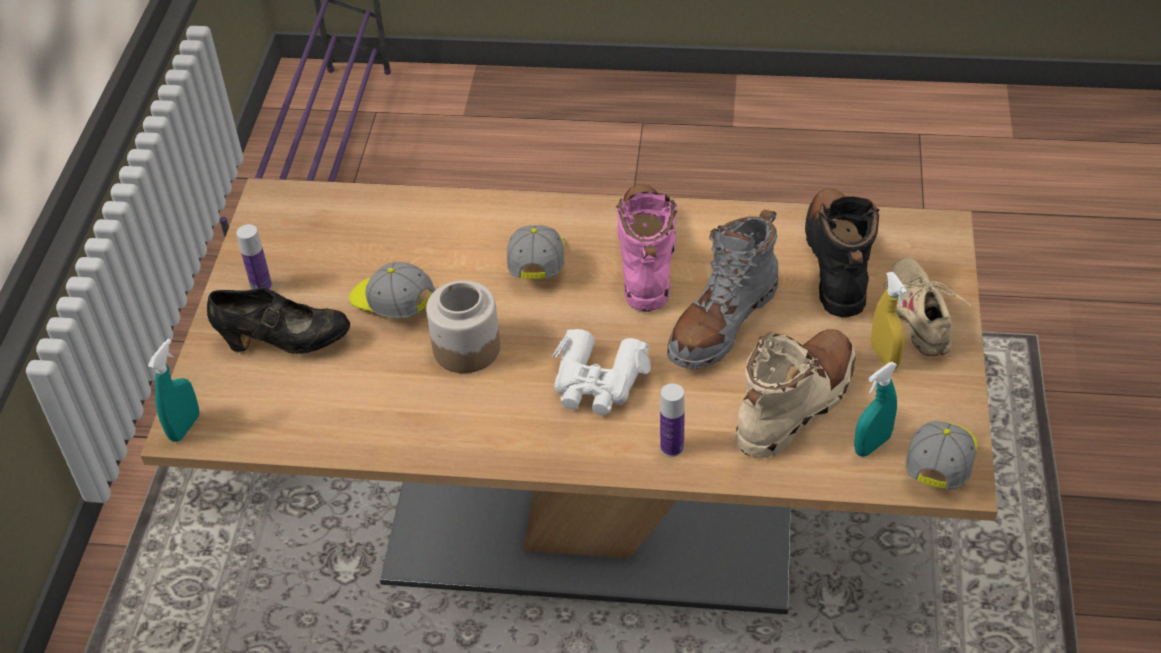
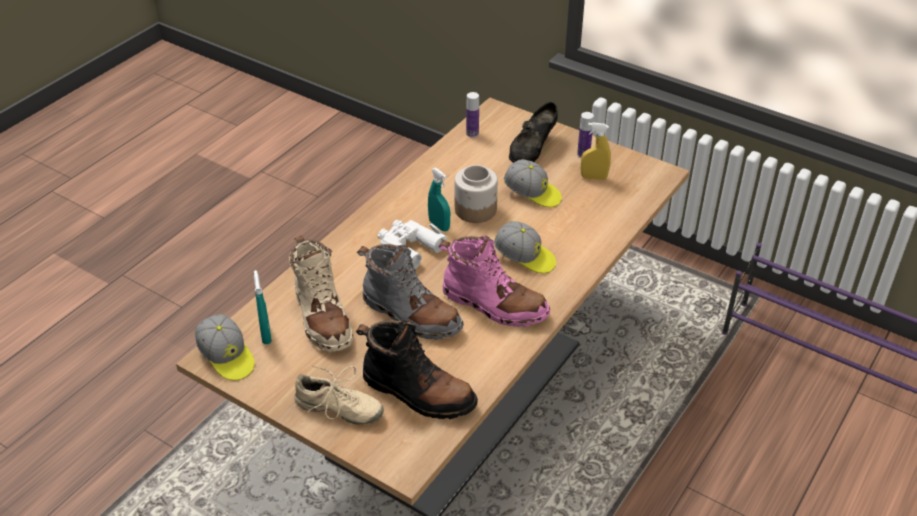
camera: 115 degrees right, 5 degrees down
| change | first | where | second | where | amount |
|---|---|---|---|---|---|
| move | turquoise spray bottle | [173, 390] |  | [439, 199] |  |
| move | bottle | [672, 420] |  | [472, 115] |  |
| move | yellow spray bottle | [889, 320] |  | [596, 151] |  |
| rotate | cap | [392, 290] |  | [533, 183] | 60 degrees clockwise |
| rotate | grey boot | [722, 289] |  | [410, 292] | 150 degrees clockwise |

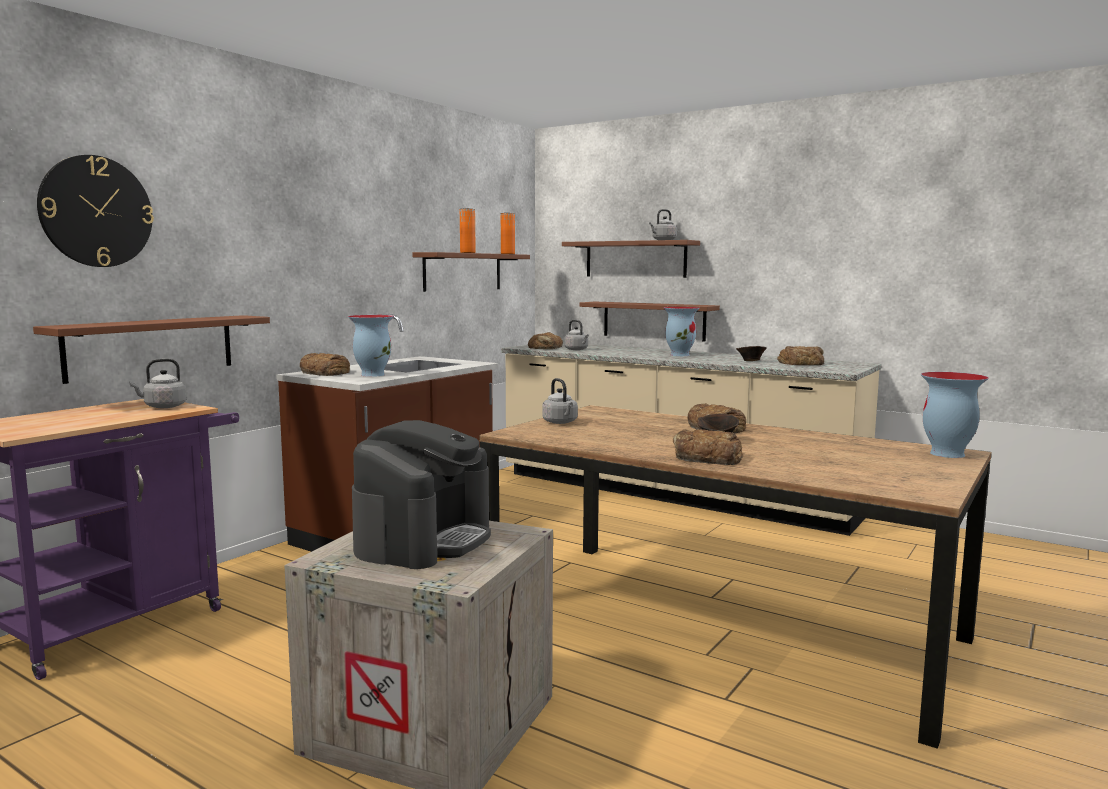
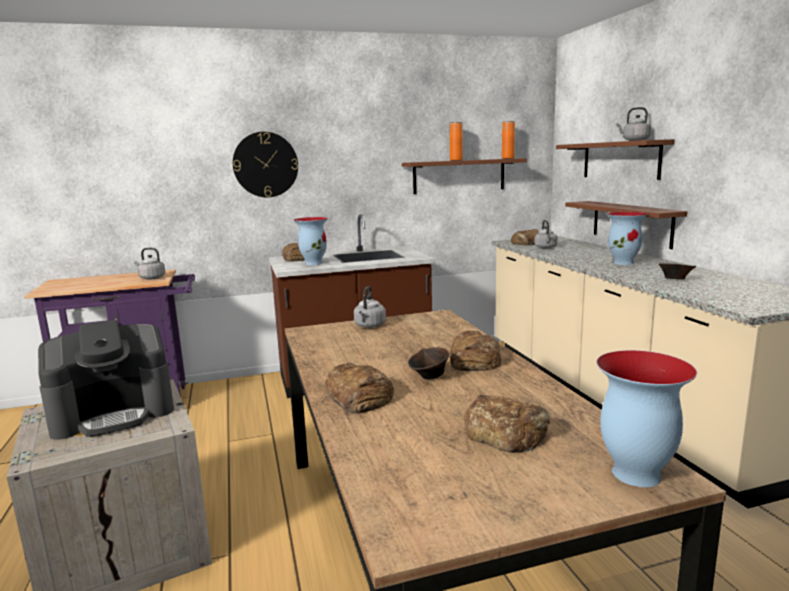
camera: 40 degrees right, 5 degrees up
| change | first | where | second | where | amount |
|---|---|---|---|---|---|
| delete | brown shelf | [151, 349] |  |  |  |
| move | wall clock | [95, 211] |  | [265, 164] |  |
| move | bread | [800, 355] |  | [507, 423] |  |

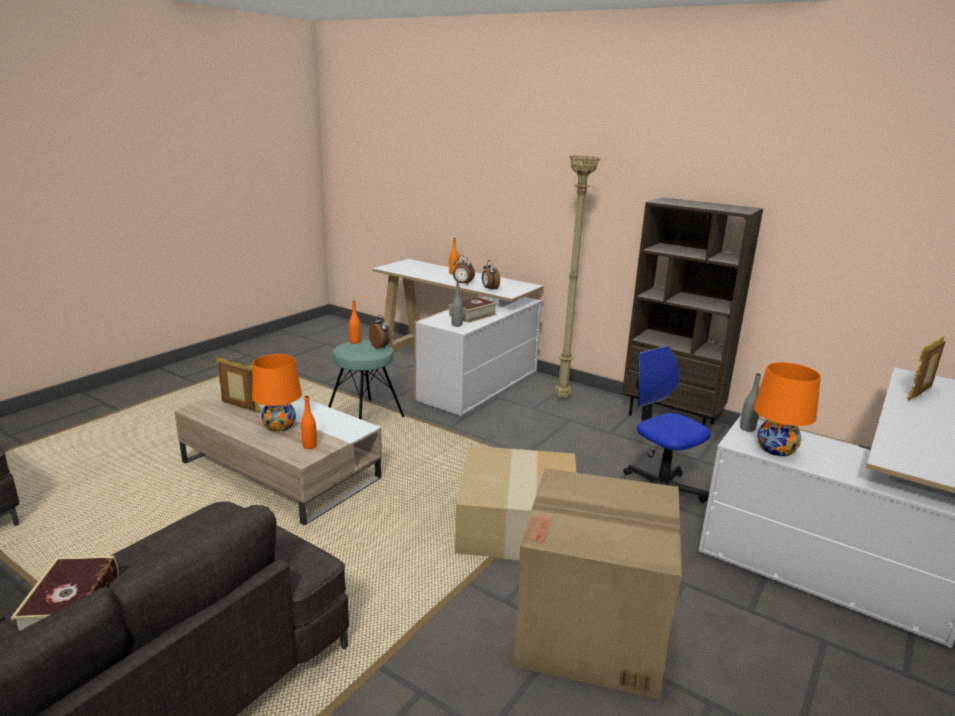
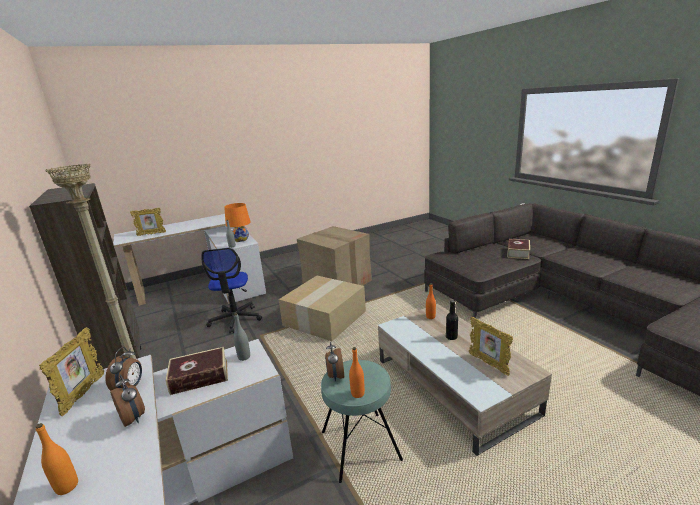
camera: 150 degrees left, 0 degrees up
| change | first | where | second | where | amount |
|---|---|---|---|---|---|
| insert |  |  | picture frame | [71, 371] |  |
| replace | orange table lamp | [277, 393] | black bottle | [452, 320] |  |

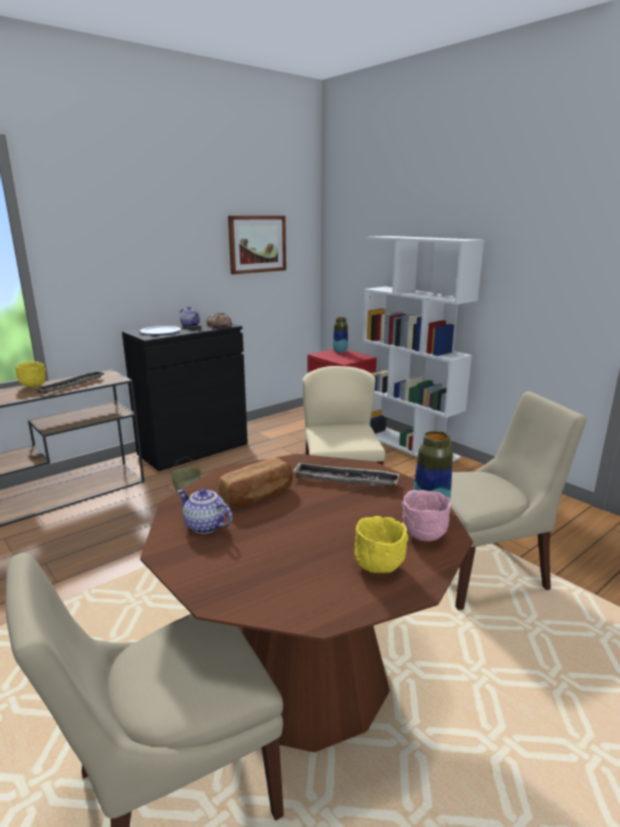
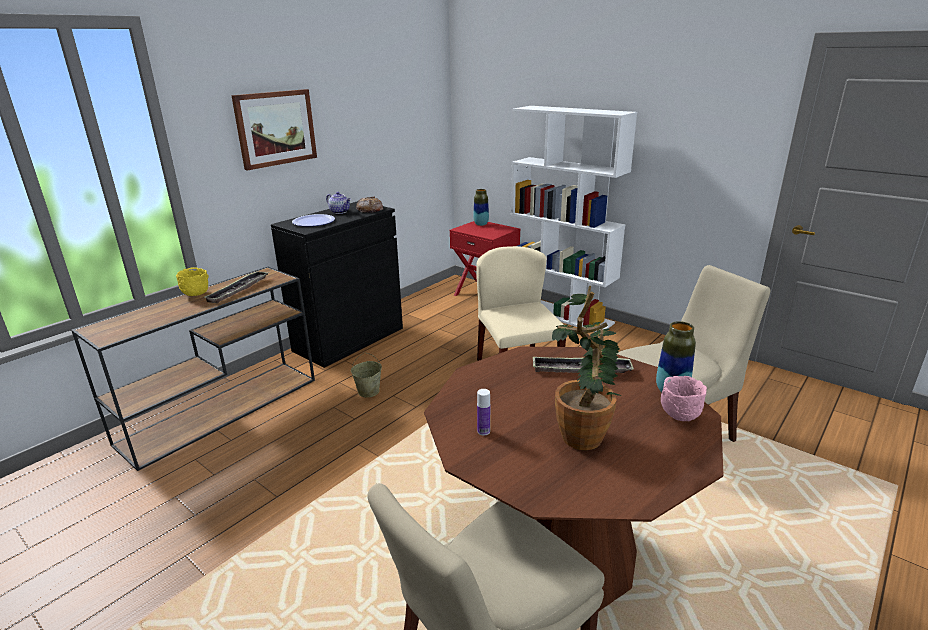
camera: 10 degrees left, 5 degrees up
| change | first | where | second | where | amount |
|---|---|---|---|---|---|
| delete | bread | [256, 483] |  |  |  |
| delete | yellow bowl | [381, 544] |  |  |  |
| insert |  |  | potted plant | [587, 368] |  |
| move | picture | [257, 245] |  | [274, 129] |  |
| replace | teapot | [205, 511] | bottle | [483, 412] |  |

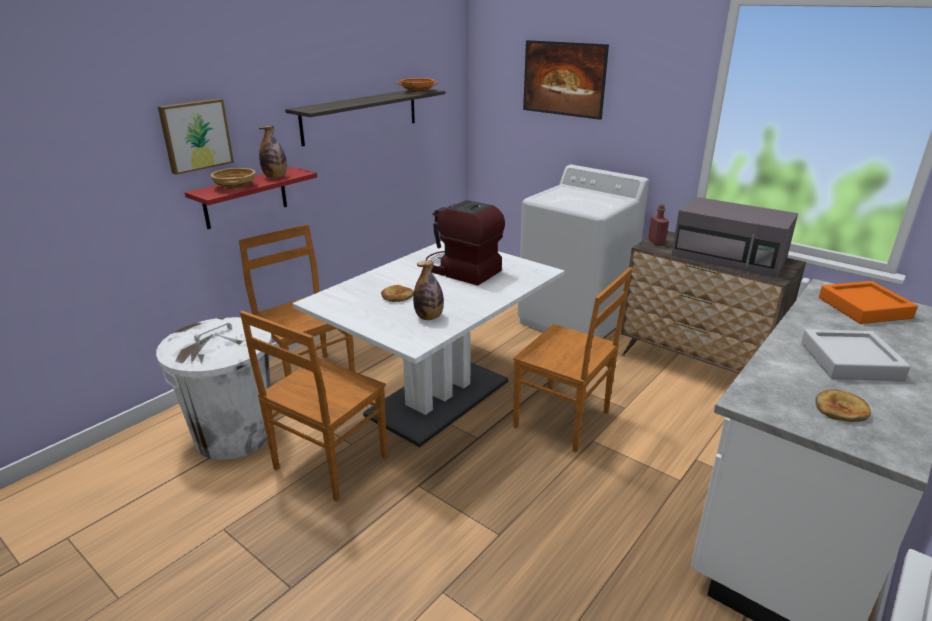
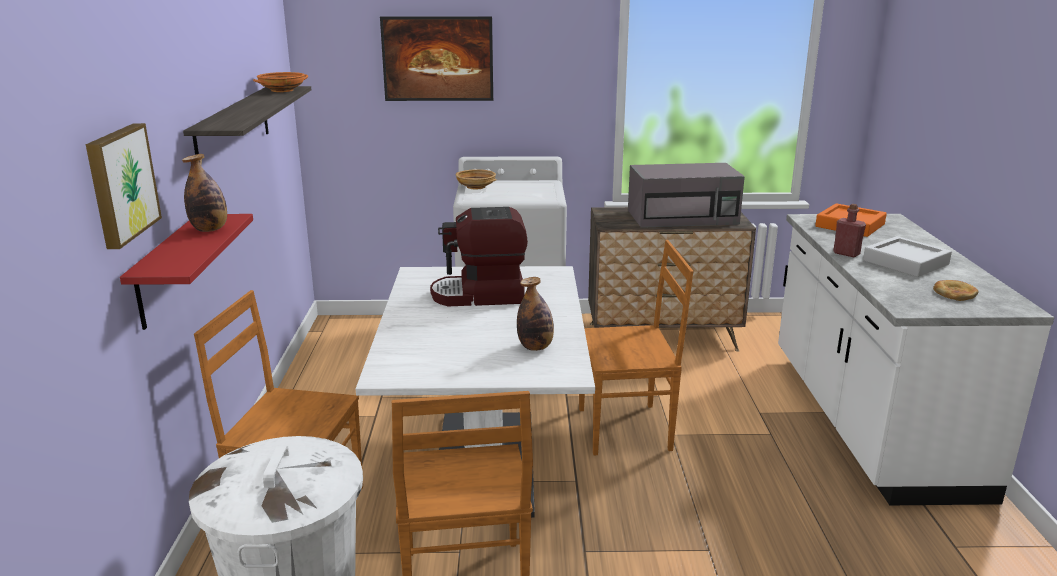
camera: 40 degrees left, 5 degrees down
| change | first | where | second | where | amount |
|---|---|---|---|---|---|
| delete | bread | [397, 293] |  |  |  |
| move | beige bowl | [233, 179] |  | [476, 179] |  |
| move | red bottle | [658, 225] |  | [849, 230] |  |

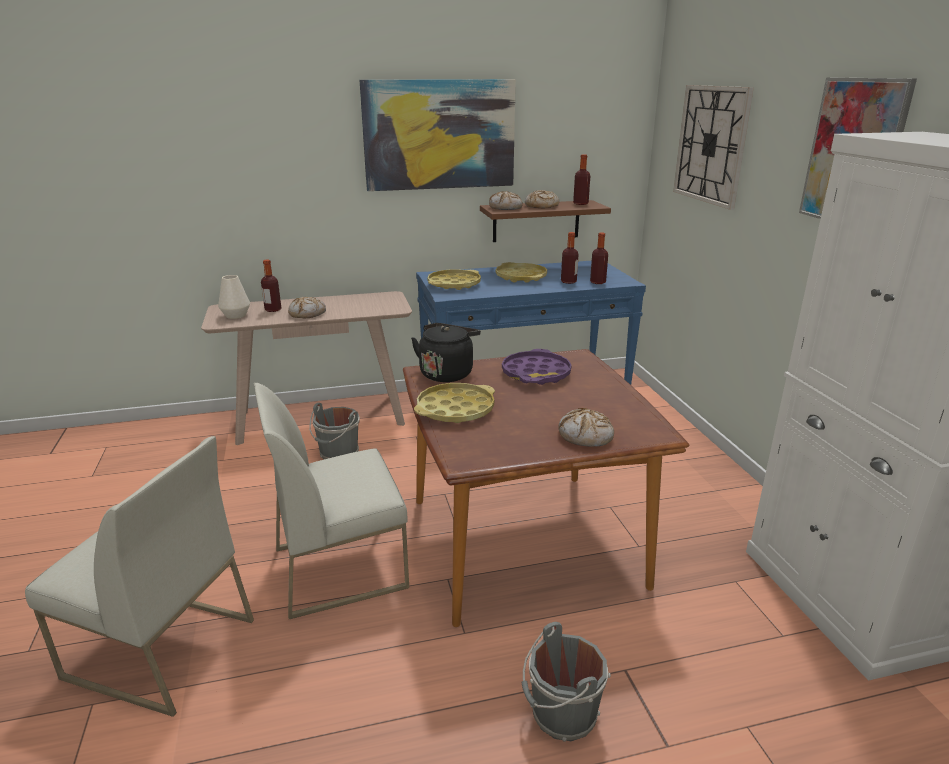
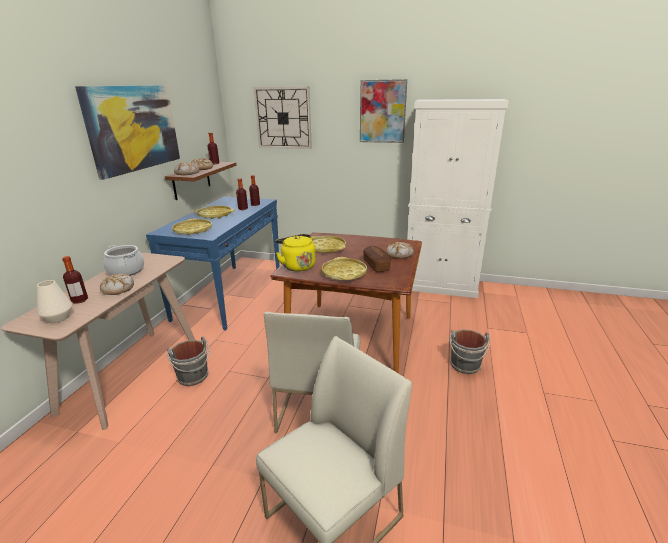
camera: 60 degrees left, 0 degrees up
| change | first | where | second | where | amount |
|---|---|---|---|---|---|
| insert |  |  | cooking pot | [123, 260] |  |
| insert |  |  | bread | [377, 259] |  |
| recolor | black kettle | [446, 352] | yellow kettle | [295, 252] |  |
| recolor | purple tray | [537, 367] | yellow tray | [328, 245] |  |

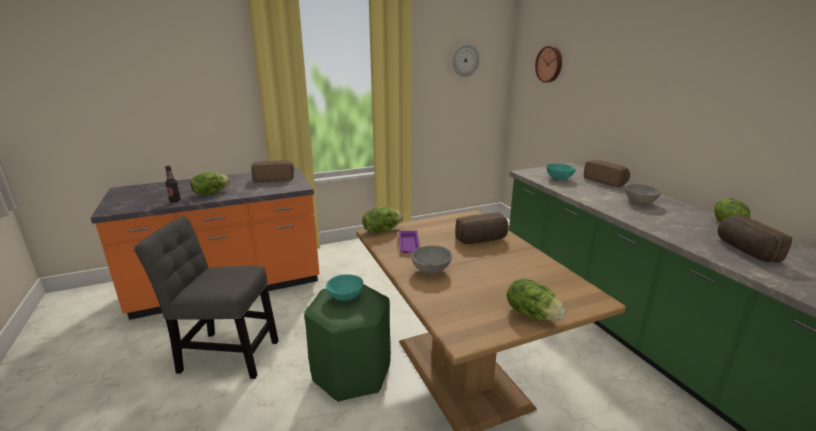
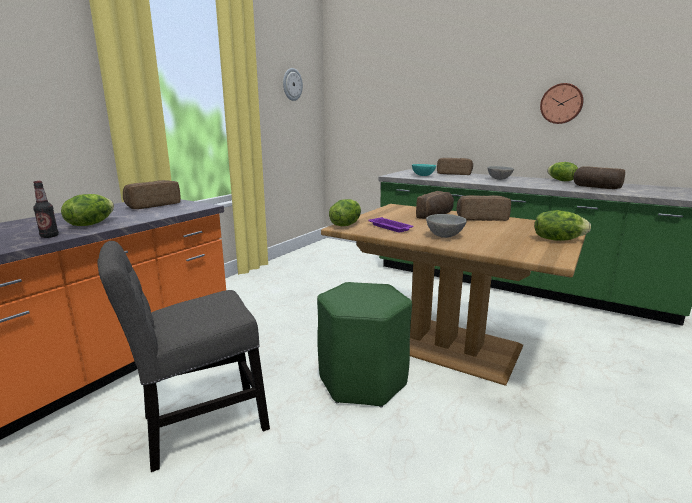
camera: 35 degrees left, 5 degrees down
| change | first | where | second | where | amount |
|---|---|---|---|---|---|
| delete | turquoise bowl | [344, 287] |  |  |  |
| insert |  |  | bread | [483, 208] |  |
| move | wall clock | [548, 64] |  | [562, 103] |  |

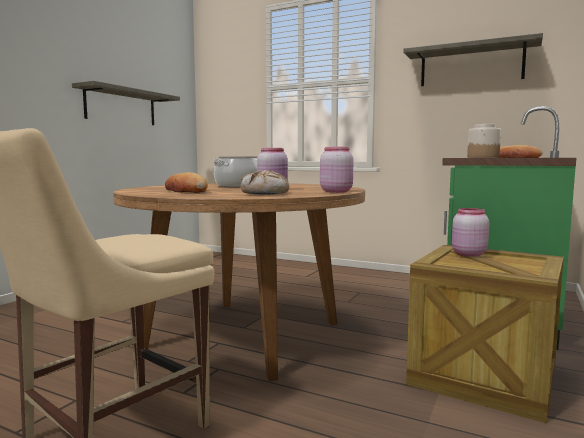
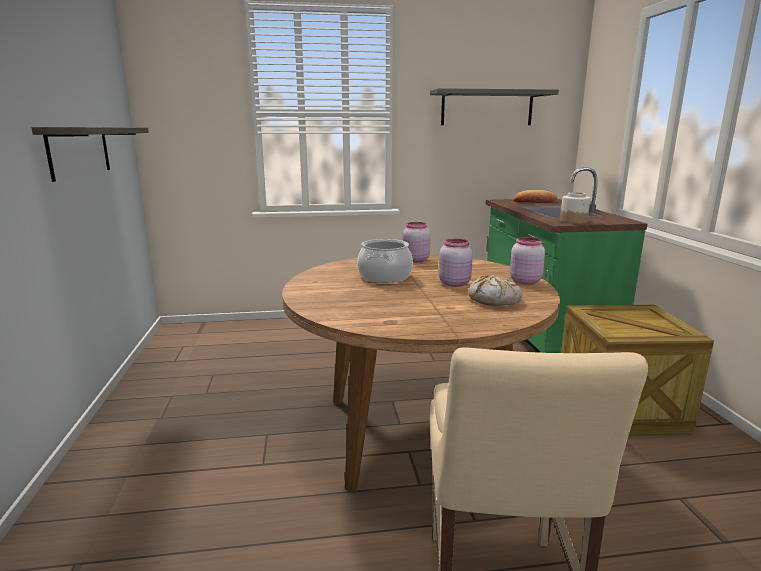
camera: 35 degrees left, 10 degrees up
| change | first | where | second | where | amount |
|---|---|---|---|---|---|
| delete | bread | [186, 182] |  |  |  |
| move | pink jar | [470, 232] |  | [417, 242] |  |

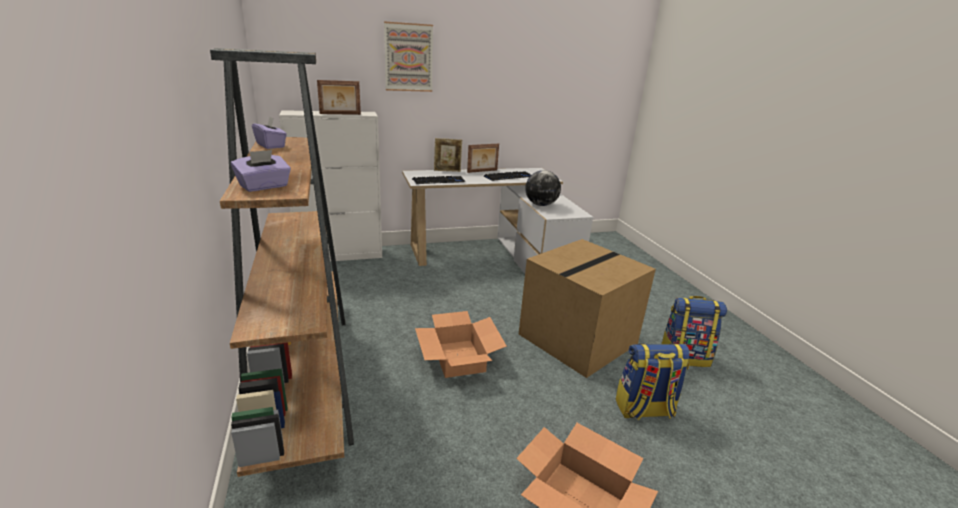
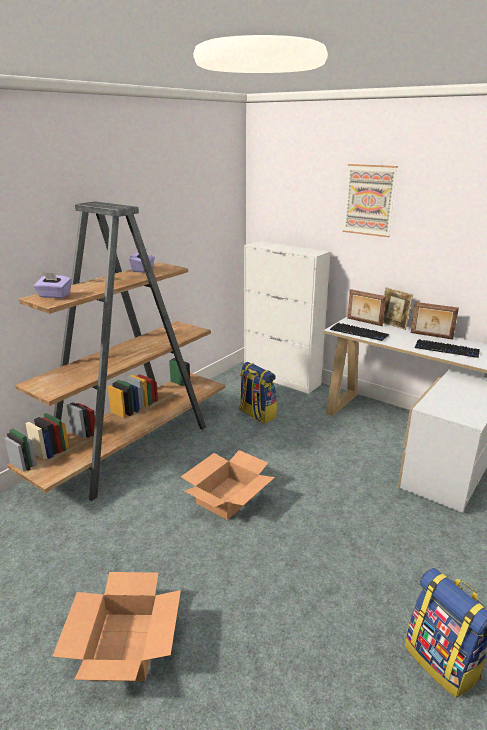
camera: 55 degrees right, 0 degrees up
| change | first | where | second | where | amount |
|---|---|---|---|---|---|
| delete | cardboard box | [587, 308] |  |  |  |
| delete | globe | [543, 188] |  |  |  |
| move | picture frame | [339, 97] |  | [366, 307] |  |
| move | backpack | [652, 381] |  | [258, 393] |  |

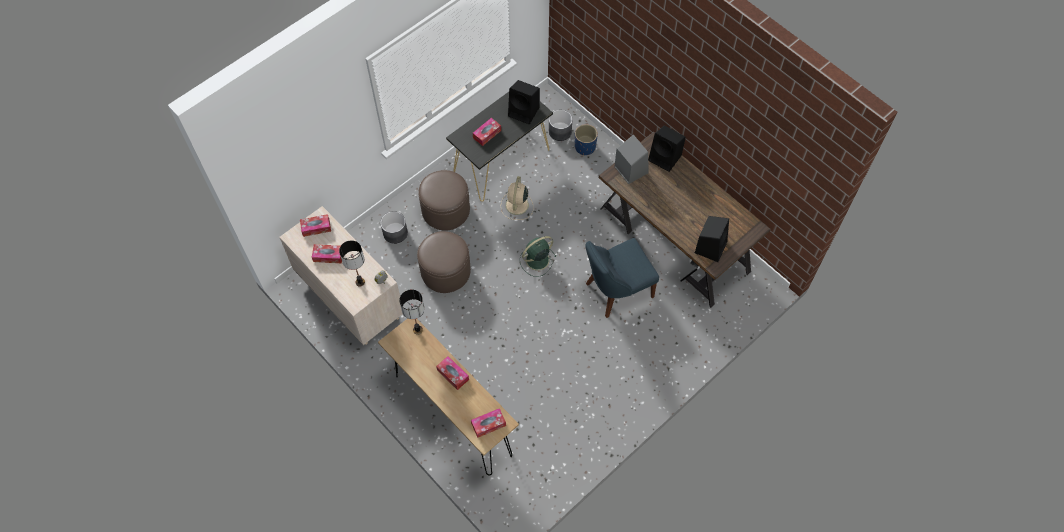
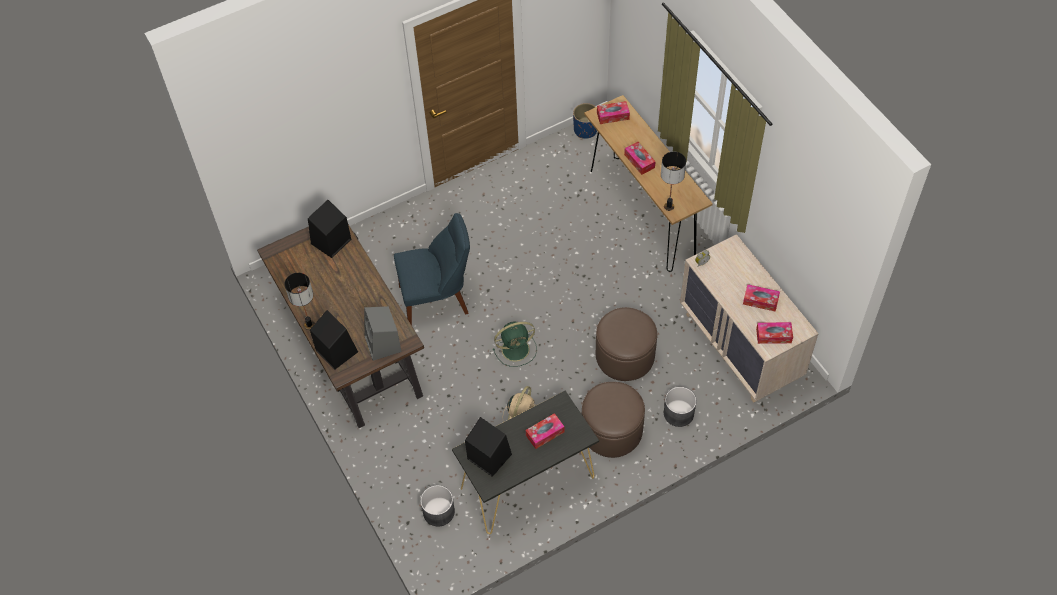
camera: 165 degrees left, 5 degrees down
| change | first | where | second | where | amount |
|---|---|---|---|---|---|
| move | table lamp | [352, 263] |  | [299, 301] |  |
| move | blue planter | [586, 139] |  | [585, 121] |  |

